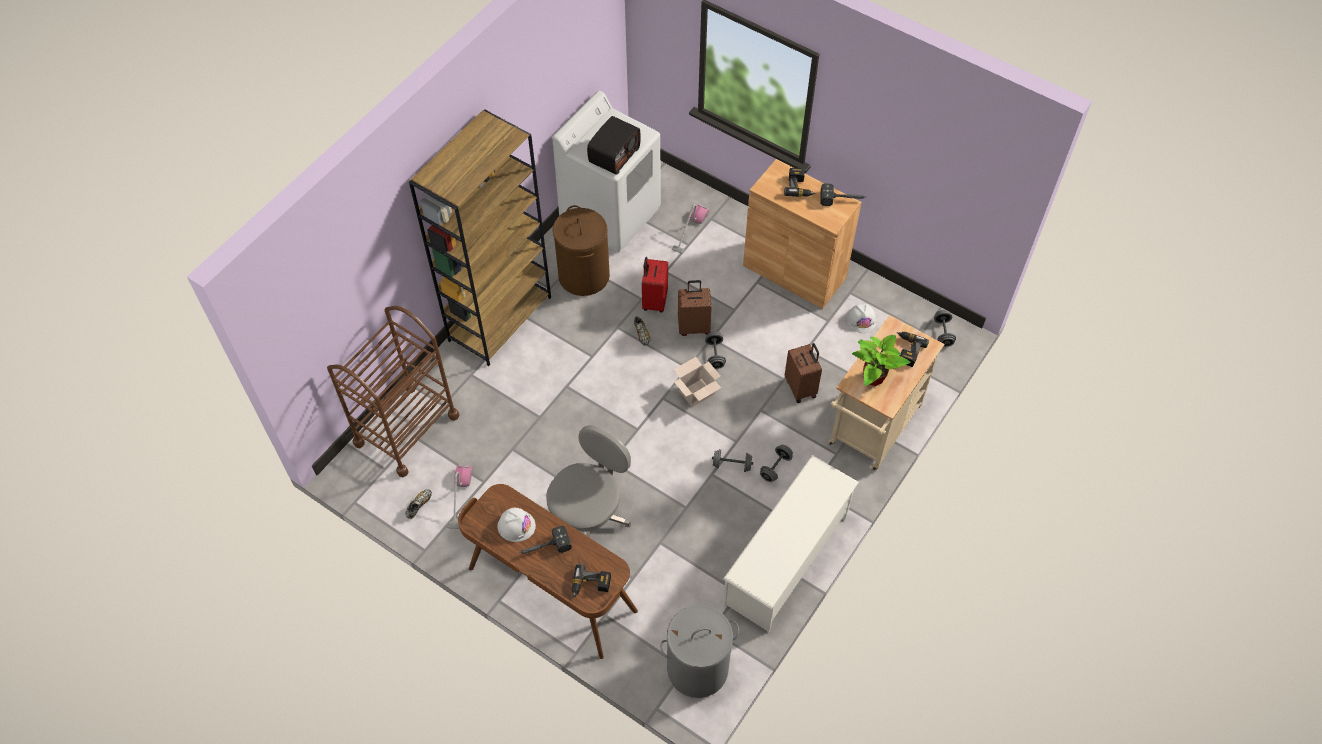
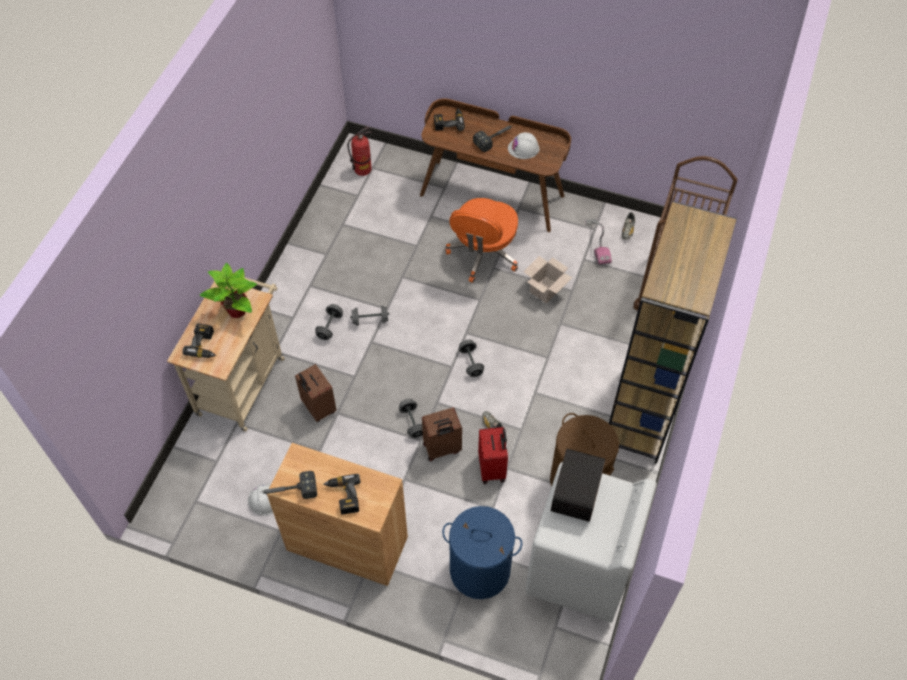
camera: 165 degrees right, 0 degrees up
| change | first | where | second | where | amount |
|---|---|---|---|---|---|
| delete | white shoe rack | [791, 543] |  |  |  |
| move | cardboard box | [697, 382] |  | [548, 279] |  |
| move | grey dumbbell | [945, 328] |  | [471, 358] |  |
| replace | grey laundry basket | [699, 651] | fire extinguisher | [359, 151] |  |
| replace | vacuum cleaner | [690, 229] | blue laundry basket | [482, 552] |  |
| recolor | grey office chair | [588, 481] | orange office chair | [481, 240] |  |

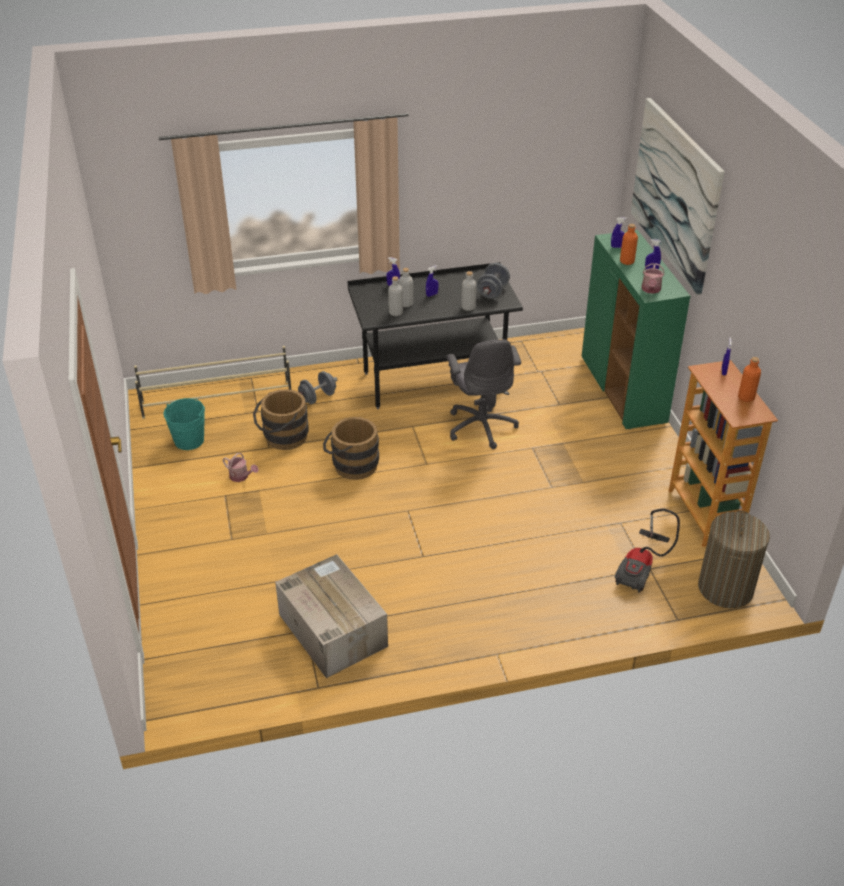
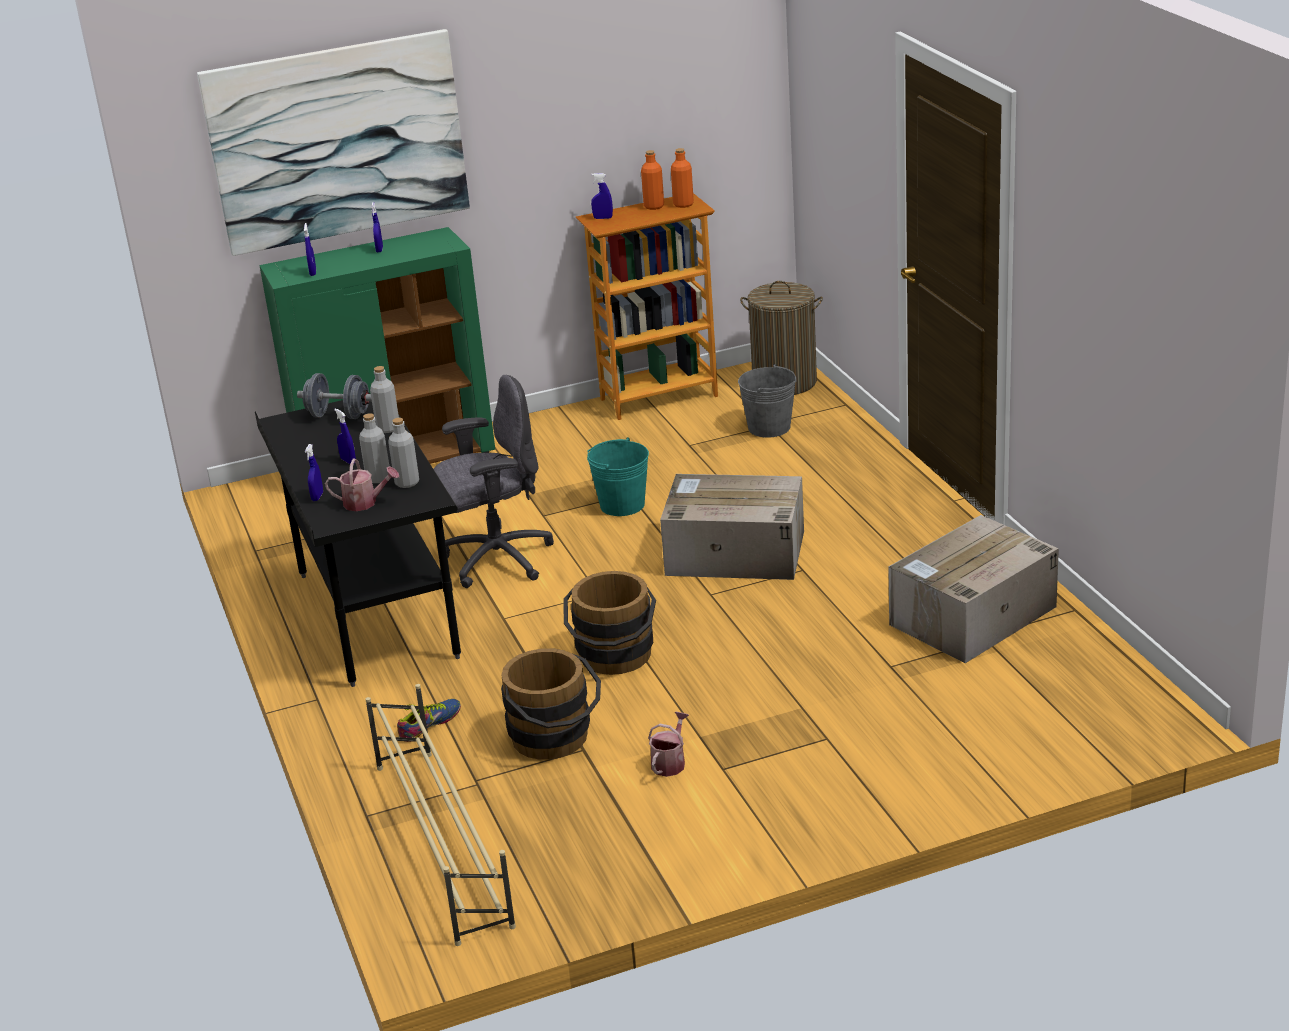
camera: 95 degrees left, 10 degrees down
| change | first | where | second | where | amount |
|---|---|---|---|---|---|
| insert |  |  | cardboard box | [732, 527] |  |
| move | turquoise bucket | [184, 424] |  | [618, 477] |  |
| move | orange bottle | [629, 244] |  | [682, 178] |  |
| move | watering can | [653, 278] |  | [362, 485] |  |
| replace | grey dumbbell | [317, 387] | shoe | [429, 720] |  |
| replace | vacuum cleaner | [647, 550] | grey bucket | [767, 401] |  |

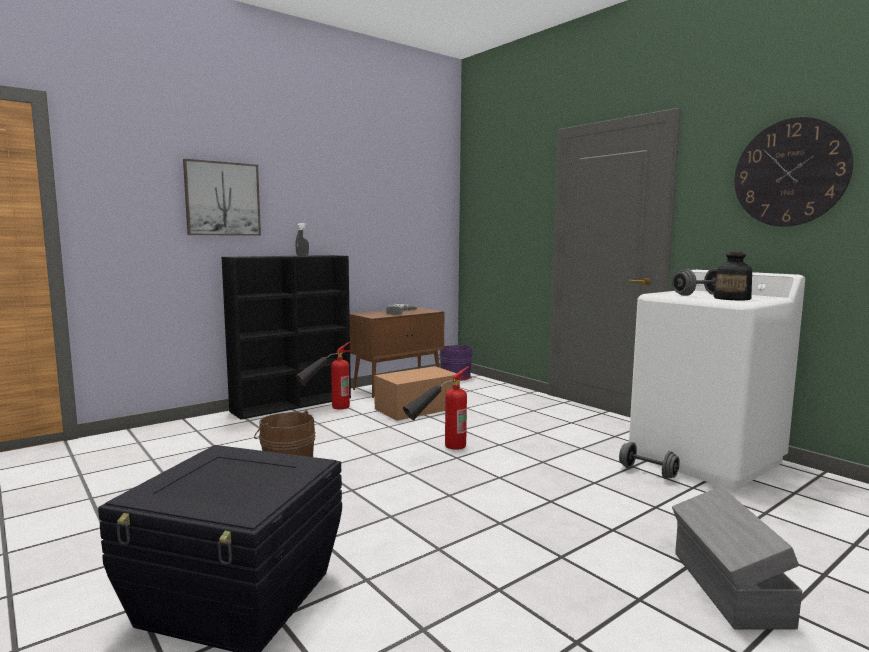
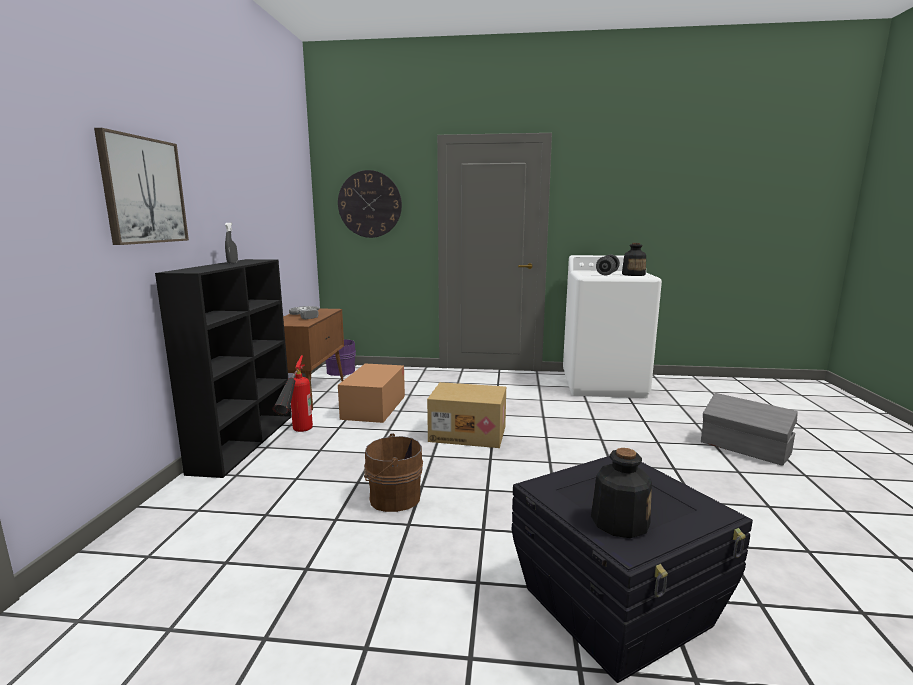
camera: 45 degrees left, 5 degrees up
| change | first | where | second | where | amount |
|---|---|---|---|---|---|
| delete | grey dumbbell | [649, 460] |  |  |  |
| insert |  |  | bottle | [621, 493] |  |
| move | wall clock | [793, 172] |  | [370, 204] |  |
| replace | fire extinguisher | [437, 408] | cardboard box | [466, 415] |  |

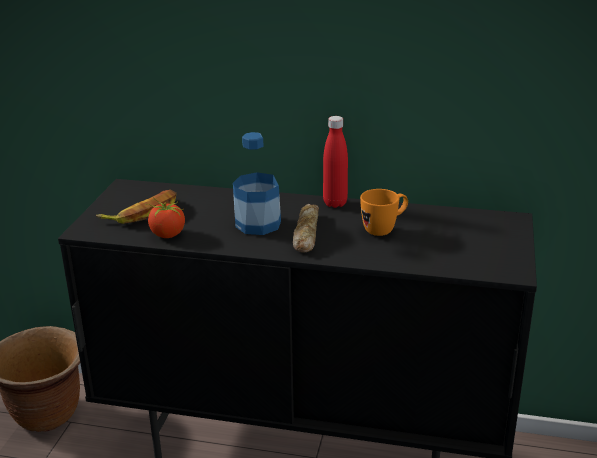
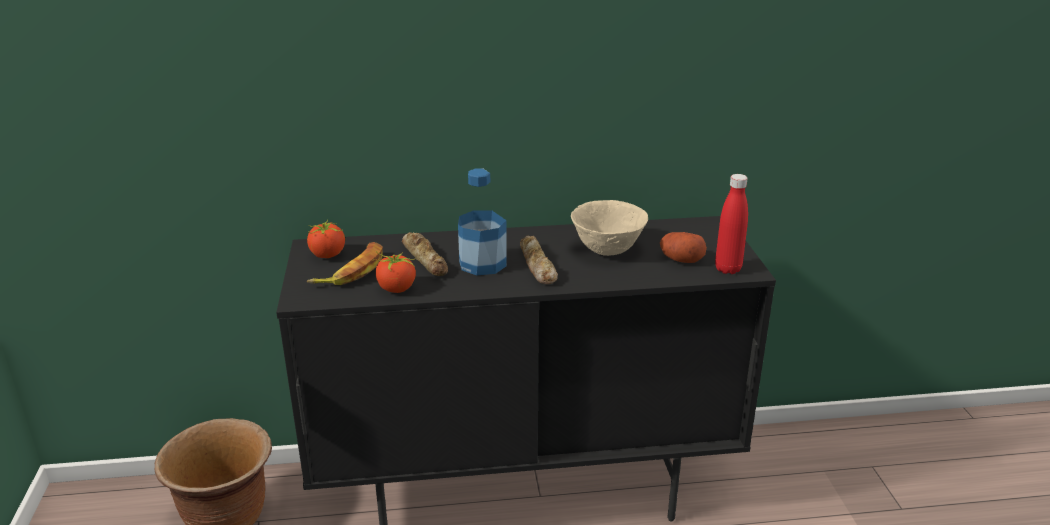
camera: 20 degrees left, 0 degrees up
| change | first | where | second | where | amount |
|---|---|---|---|---|---|
| insert |  |  | tomato | [326, 238] |  |
| insert |  |  | bread | [425, 254] |  |
| insert |  |  | potato | [683, 247] |  |
| move | red bottle | [335, 162] |  | [731, 224] |  |
| replace | orange mug | [384, 212] | beige bowl | [609, 228] |  |

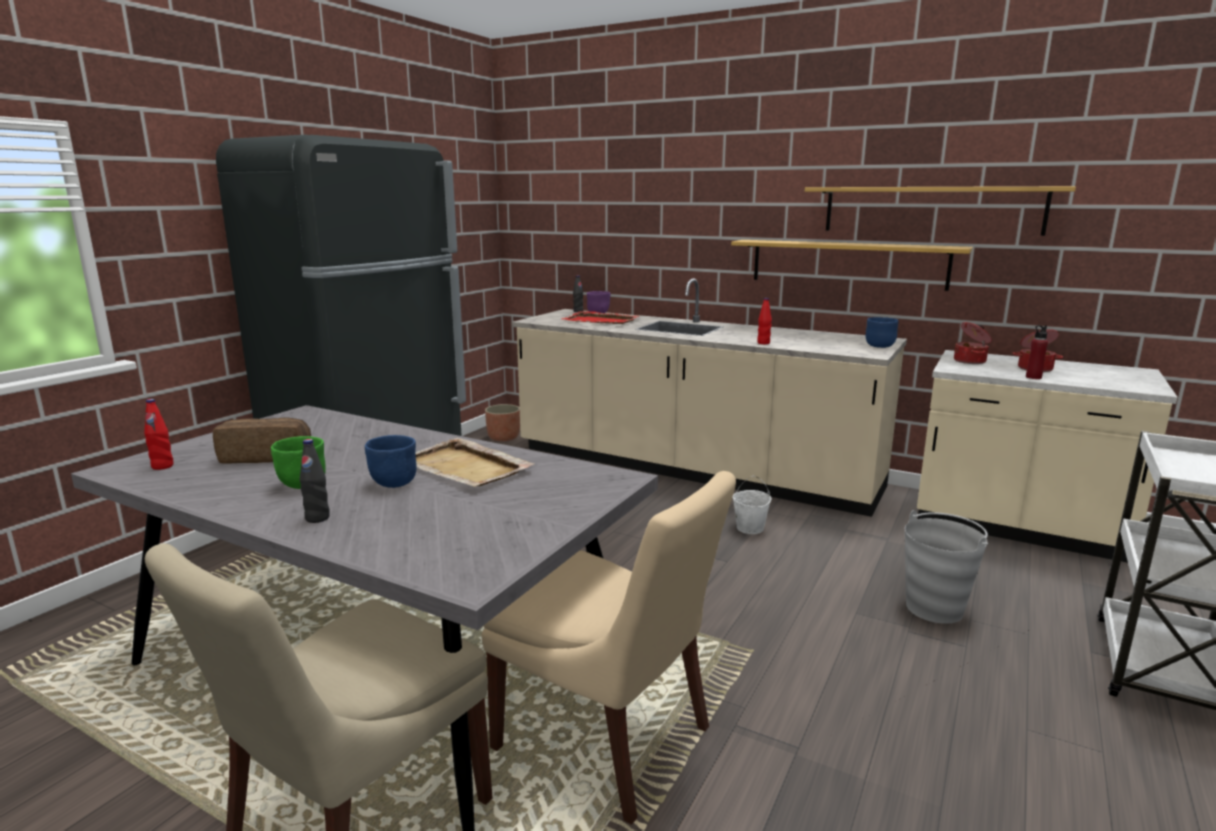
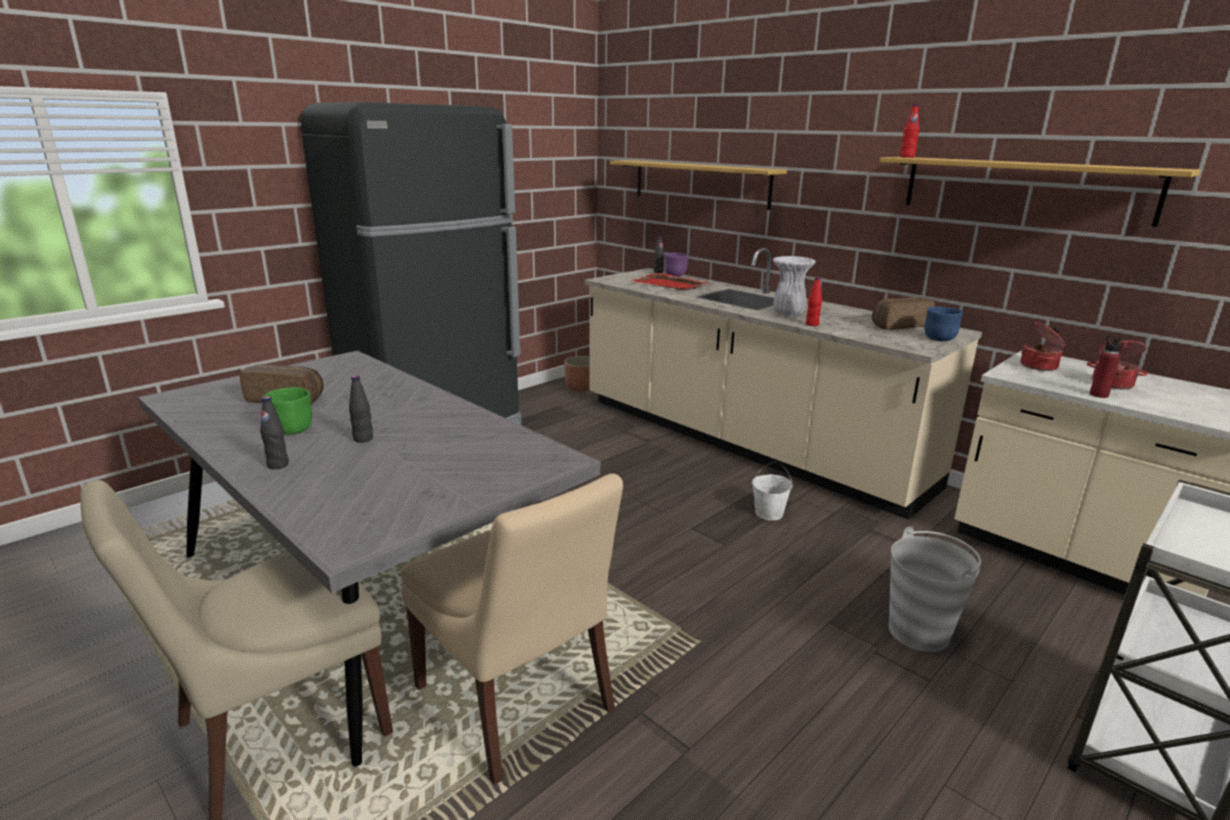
camera: 15 degrees right, 5 degrees up
| change | first | where | second | where | amount |
|---|---|---|---|---|---|
| delete | beige tray | [475, 462] |  |  |  |
| insert |  |  | white vase | [794, 286] |  |
| insert |  |  | bread | [903, 313] |  |
| move | red bottle | [158, 434] |  | [909, 131] |  |
| move | shelf | [852, 265] |  | [698, 185] |  |
| replace | blue bowl | [390, 461] | black bottle | [361, 409] |  |

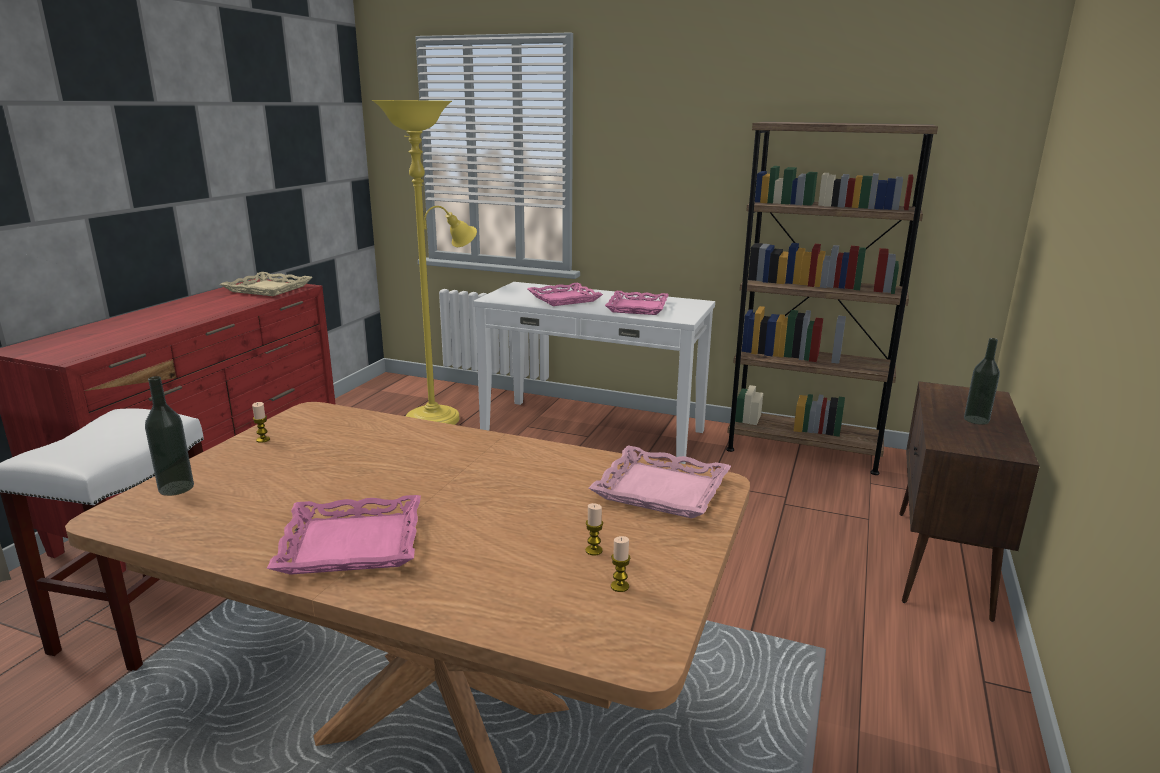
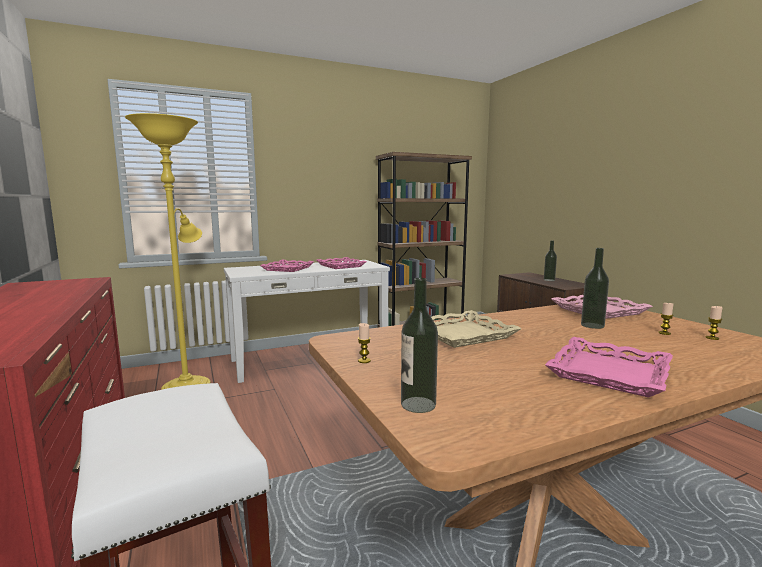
camera: 45 degrees left, 10 degrees down
| change | first | where | second | where | amount |
|---|---|---|---|---|---|
| insert |  |  | bottle | [595, 288] |  |
| move | beige tray | [266, 284] |  | [476, 329] |  |

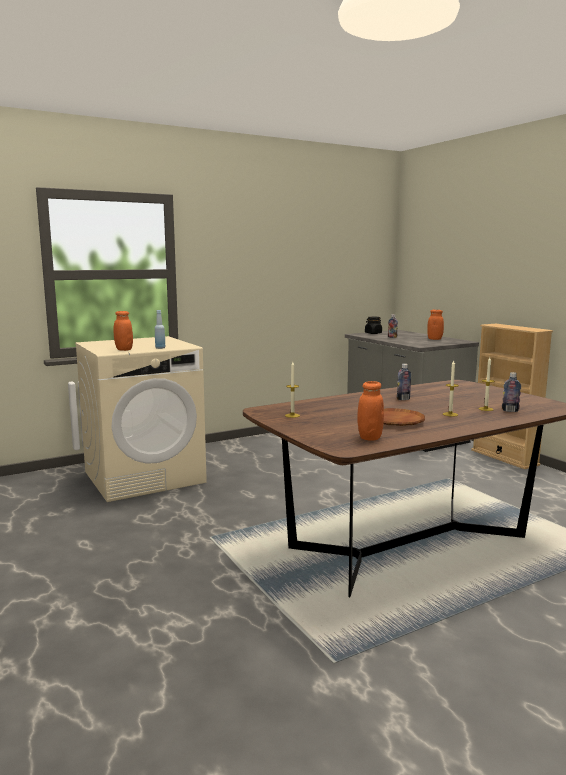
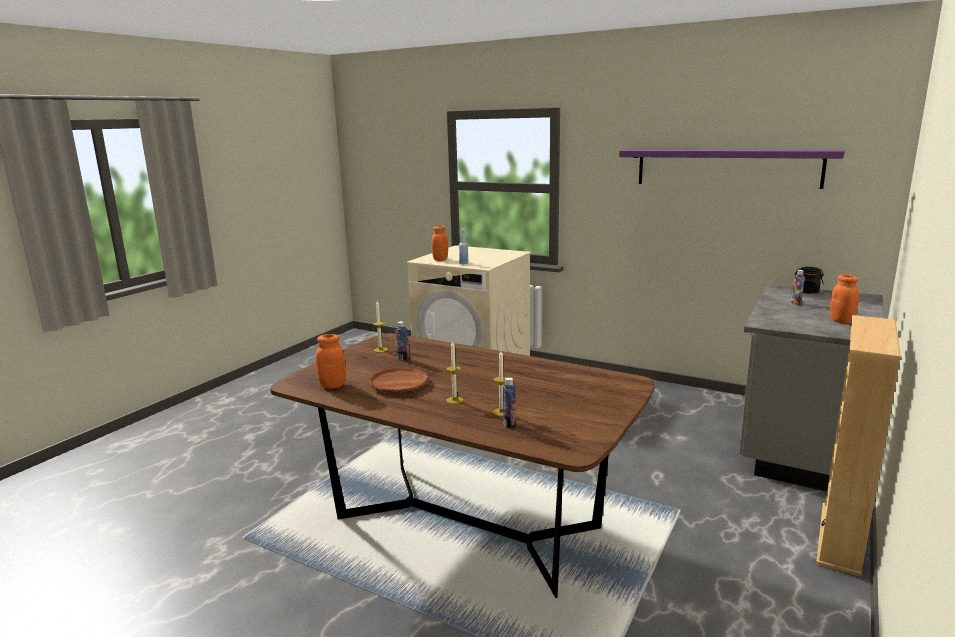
camera: 60 degrees right, 5 degrees up
| change | first | where | second | where | amount |
|---|---|---|---|---|---|
| insert |  |  | purple shelf | [732, 169] |  |
| move | bottle | [404, 382] |  | [402, 341] |  |

